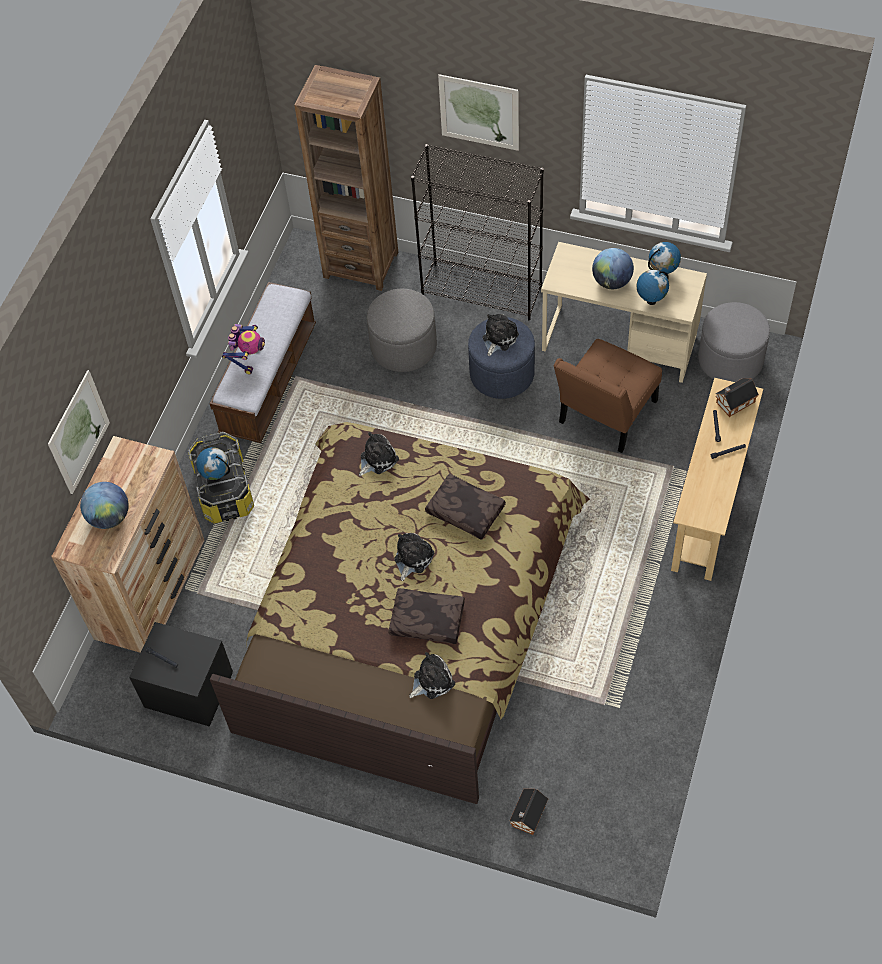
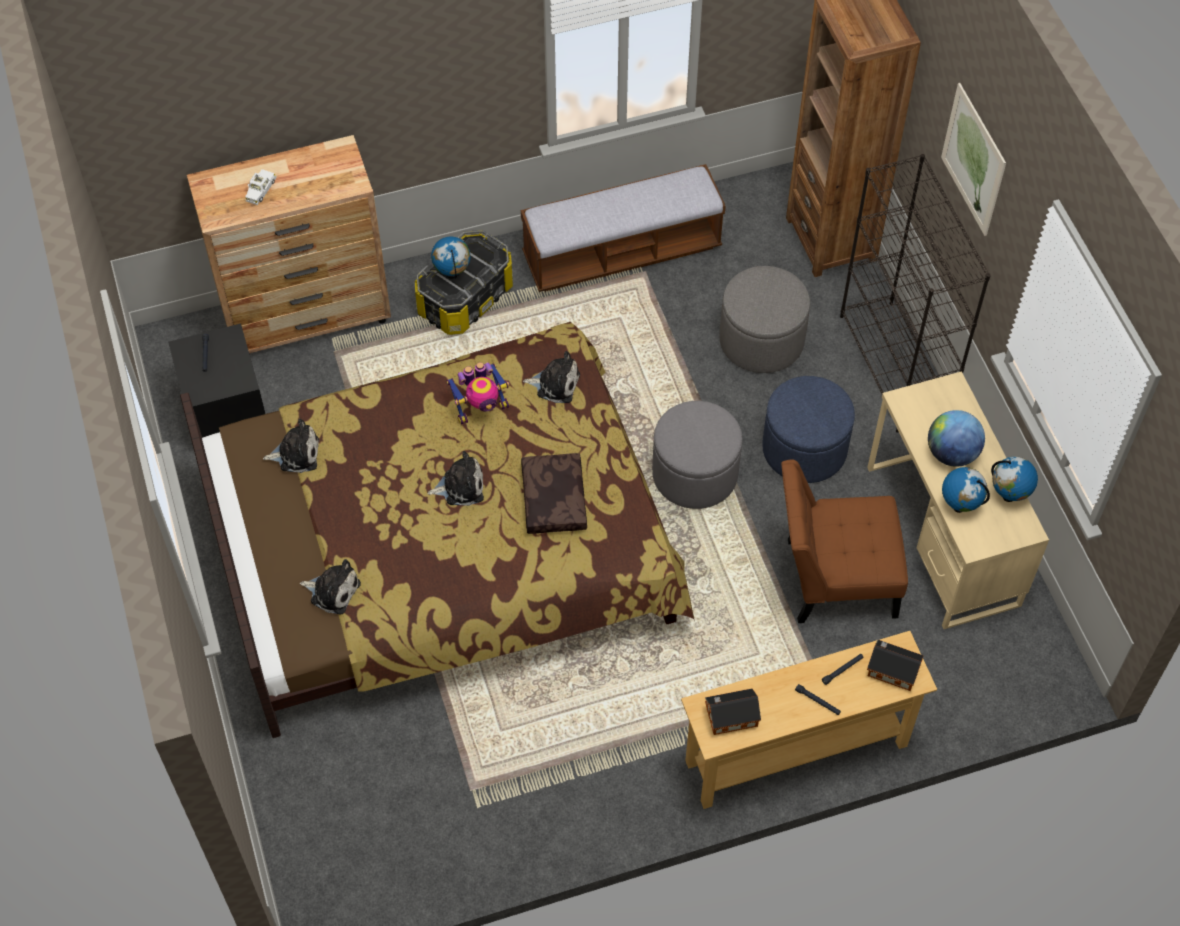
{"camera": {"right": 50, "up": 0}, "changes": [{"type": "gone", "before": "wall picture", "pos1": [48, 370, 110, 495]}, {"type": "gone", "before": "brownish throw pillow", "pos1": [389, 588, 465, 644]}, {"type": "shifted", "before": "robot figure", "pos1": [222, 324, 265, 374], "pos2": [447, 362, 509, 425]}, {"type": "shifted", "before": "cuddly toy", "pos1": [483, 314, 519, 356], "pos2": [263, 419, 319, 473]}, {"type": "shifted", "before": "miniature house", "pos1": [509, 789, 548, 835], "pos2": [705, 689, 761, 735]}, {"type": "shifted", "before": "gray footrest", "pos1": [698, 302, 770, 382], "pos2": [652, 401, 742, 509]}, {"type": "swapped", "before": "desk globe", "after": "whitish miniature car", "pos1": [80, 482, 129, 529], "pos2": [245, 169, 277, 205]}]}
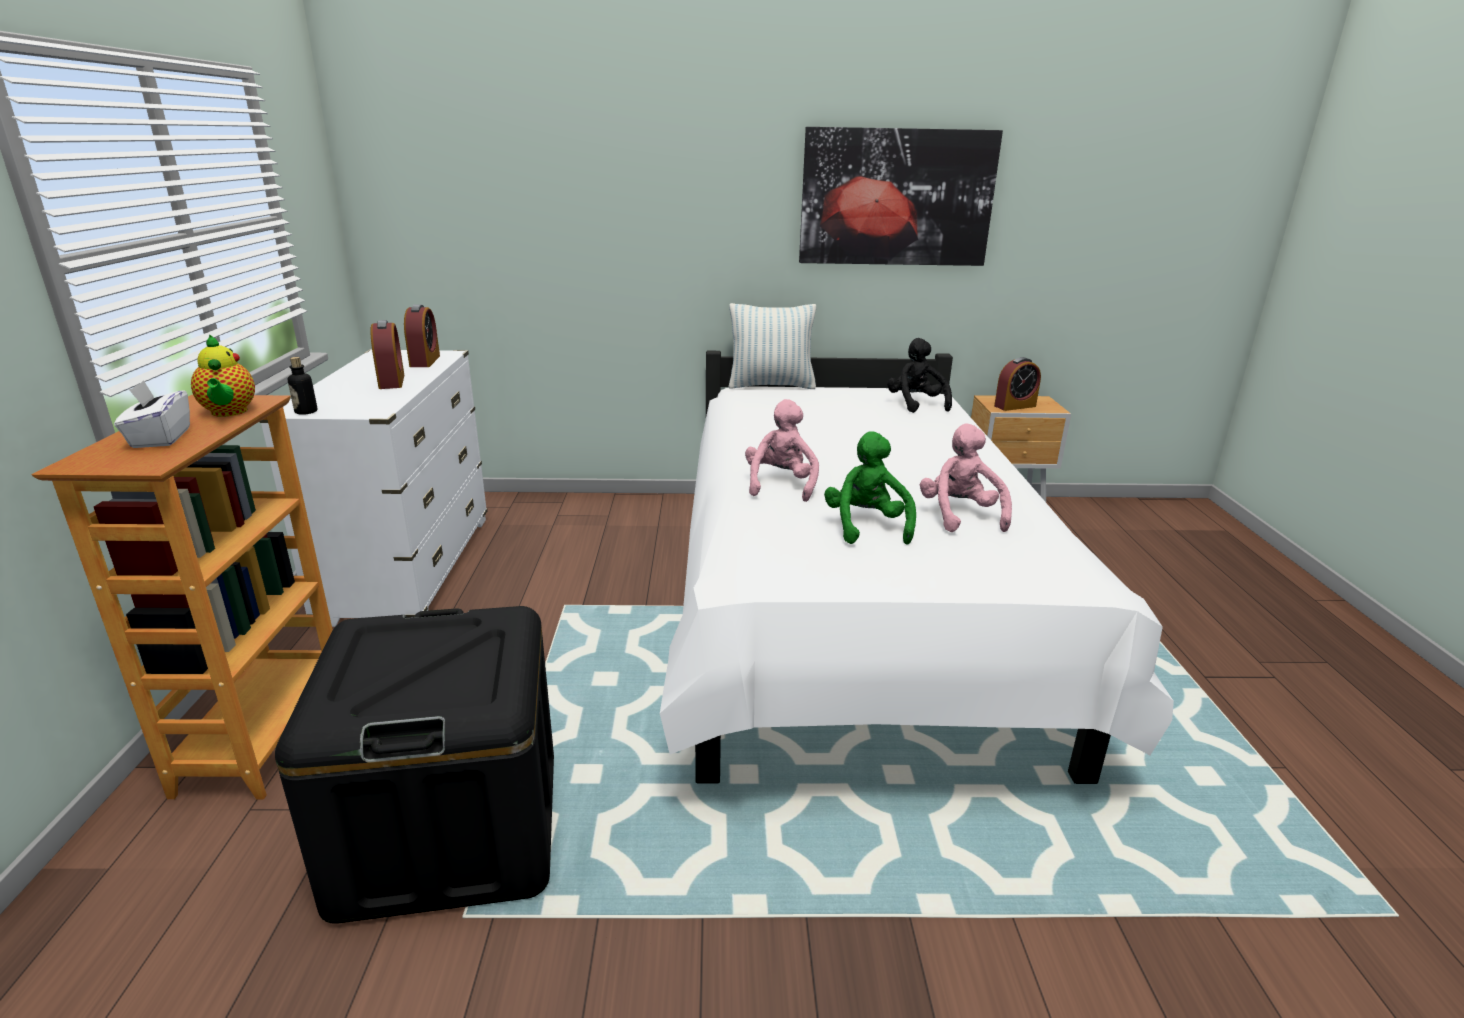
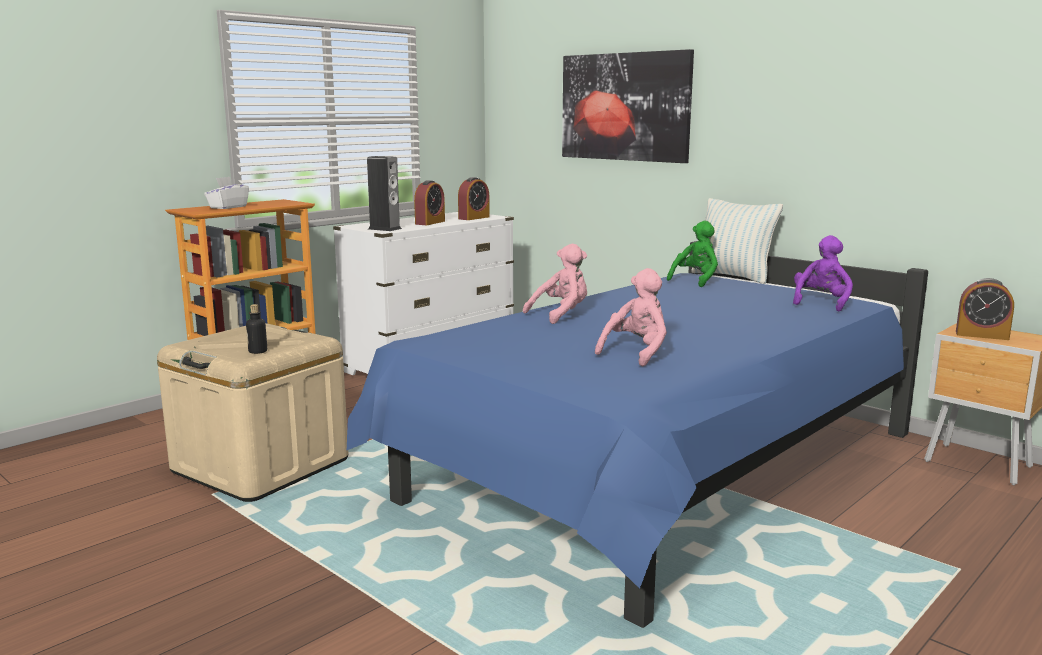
{"camera": {"right": 45, "up": -10}, "changes": [{"type": "gone", "before": "tea pot", "pos1": [191, 334, 255, 417]}, {"type": "new", "after": "loudspeaker", "pos2": [367, 156, 402, 231]}, {"type": "shifted", "before": "drink bottle", "pos1": [288, 357, 318, 415], "pos2": [246, 304, 267, 354]}, {"type": "shifted", "before": "wall picture", "pos1": [799, 127, 1003, 266], "pos2": [562, 49, 694, 163]}, {"type": "shifted", "before": "greenish cuddly toy", "pos1": [824, 431, 916, 545], "pos2": [667, 221, 718, 287]}, {"type": "repainted", "before": "black storage container", "after": "beige storage container", "pos1": [275, 606, 554, 924], "pos2": [157, 323, 348, 502]}, {"type": "repainted", "before": "whitish bed", "after": "blue bed", "pos1": [660, 351, 1174, 784], "pos2": [347, 241, 928, 628]}, {"type": "repainted", "before": "black cuddly toy", "after": "purplish cuddly toy", "pos1": [887, 338, 952, 413], "pos2": [793, 235, 853, 312]}]}
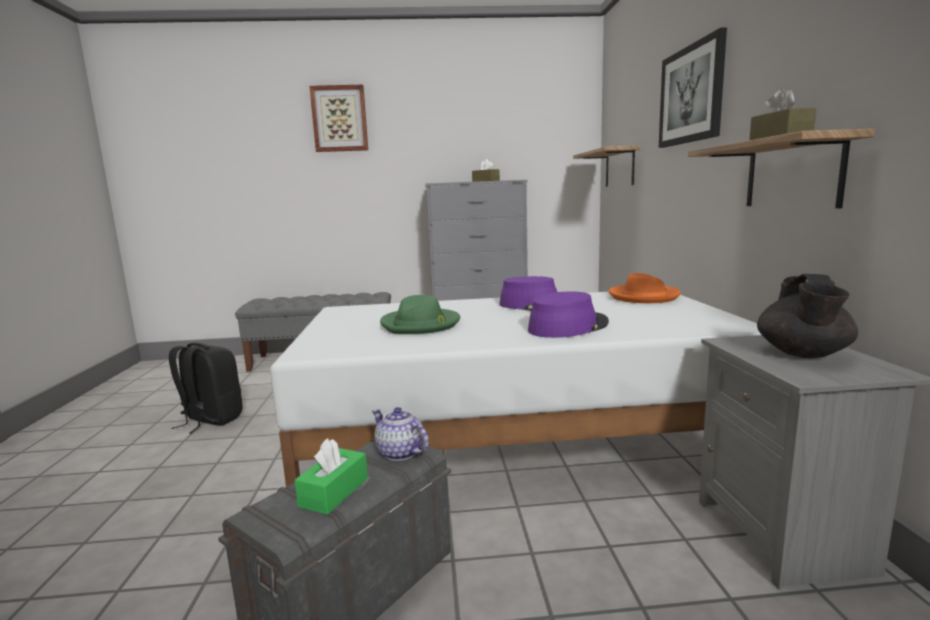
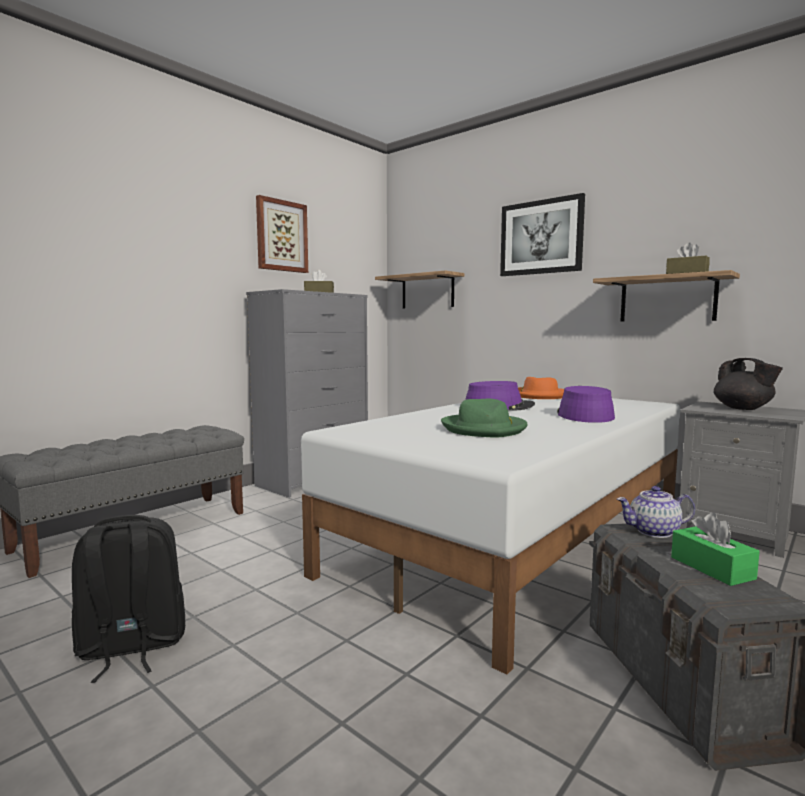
{"camera": {"right": -45, "up": -5}, "changes": [{"type": "shifted", "before": "wall picture", "pos1": [309, 85, 368, 152], "pos2": [256, 195, 308, 273]}]}
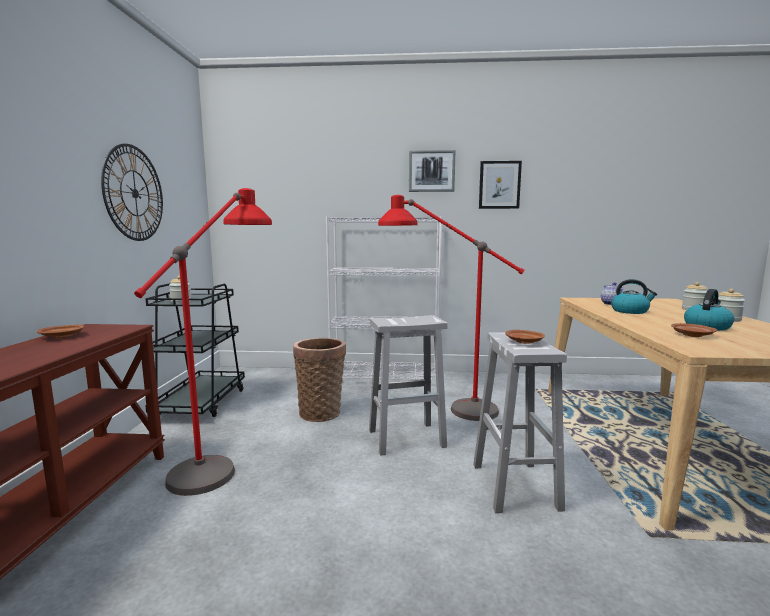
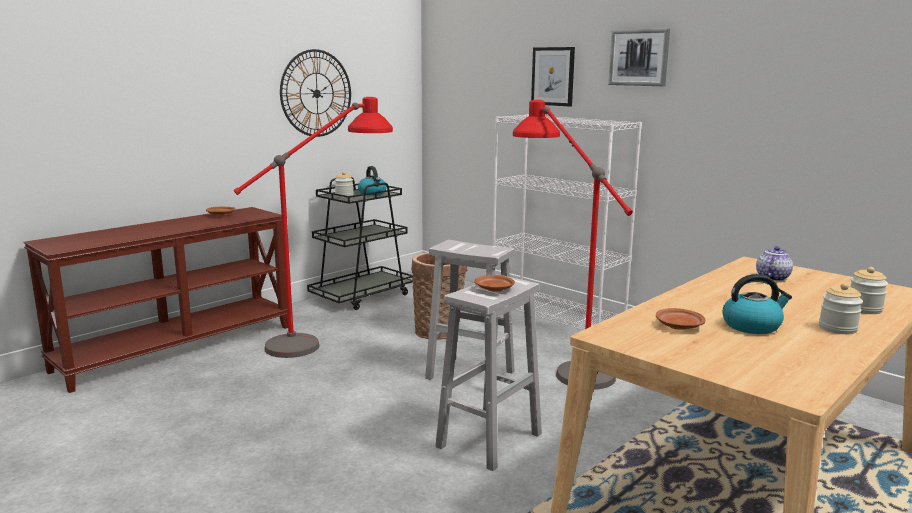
{"camera": {"right": 40, "up": 5}, "changes": [{"type": "shifted", "before": "wall picture", "pos1": [479, 161, 522, 209], "pos2": [531, 47, 575, 107]}, {"type": "shifted", "before": "tea kettle", "pos1": [611, 279, 657, 314], "pos2": [358, 166, 387, 195]}]}
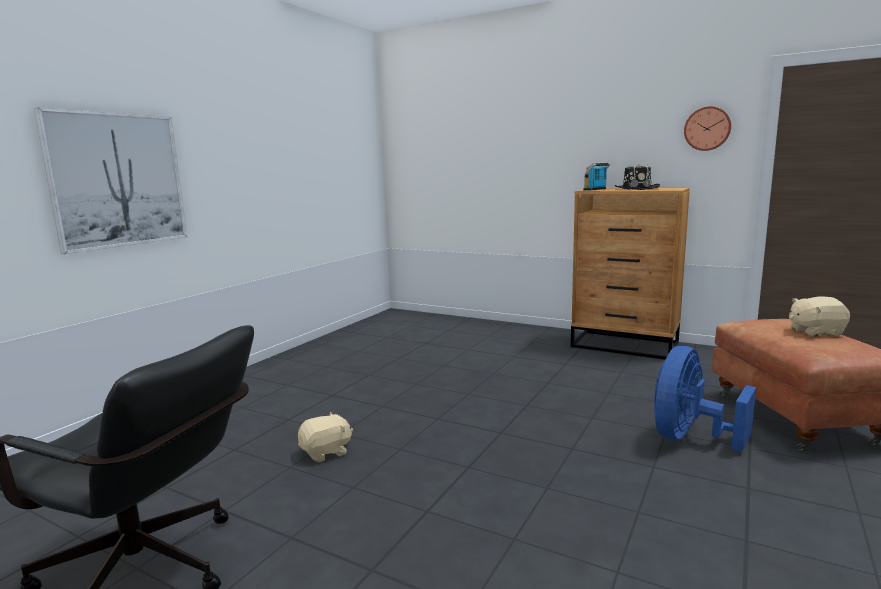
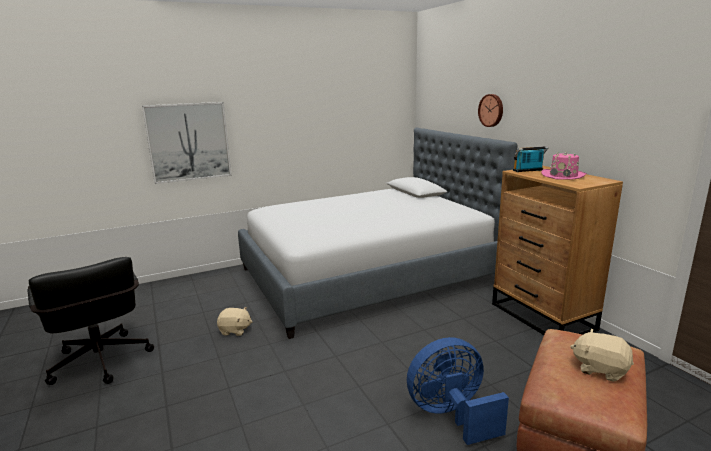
{"camera": {"right": 35, "up": 5}, "changes": [{"type": "new", "after": "bed", "pos2": [238, 128, 517, 339]}, {"type": "shifted", "before": "hanging clock", "pos1": [684, 106, 731, 151], "pos2": [478, 94, 503, 127]}, {"type": "repainted", "before": "black clothing hat", "after": "pink-coloured clothing hat", "pos1": [615, 162, 660, 190], "pos2": [541, 151, 587, 180]}]}
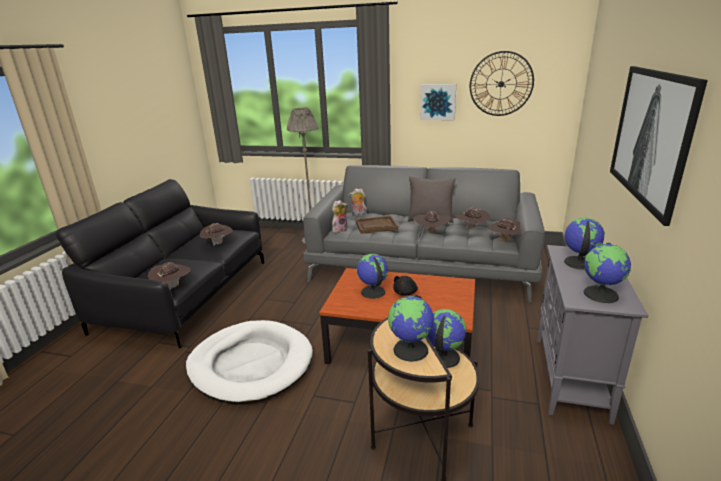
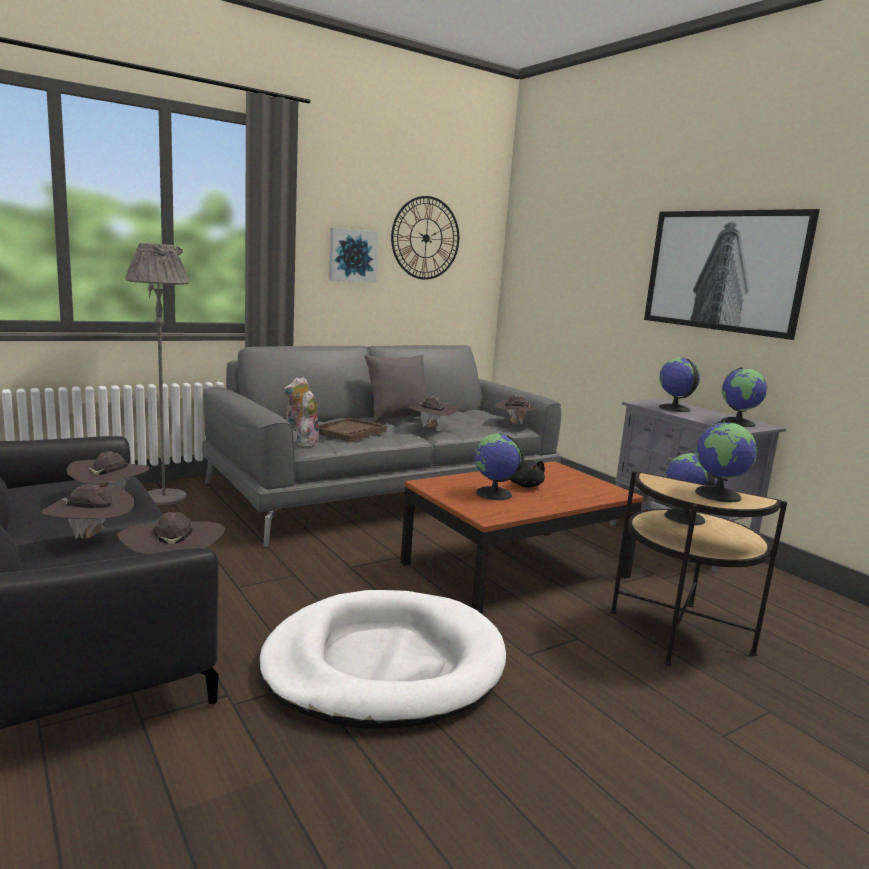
{"camera": {"right": -50, "up": -10}, "changes": [{"type": "shifted", "before": "brownish clothing hat", "pos1": [455, 208, 490, 229], "pos2": [42, 484, 134, 539]}]}
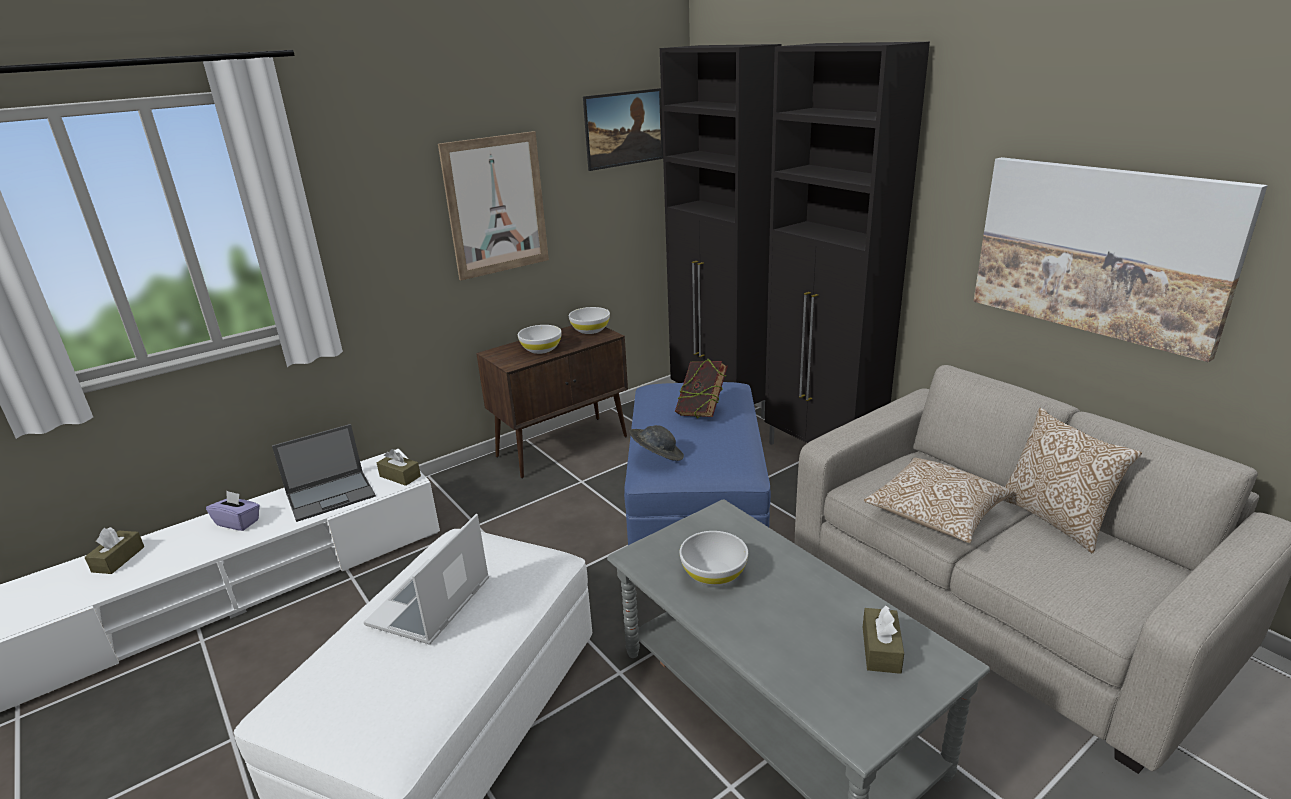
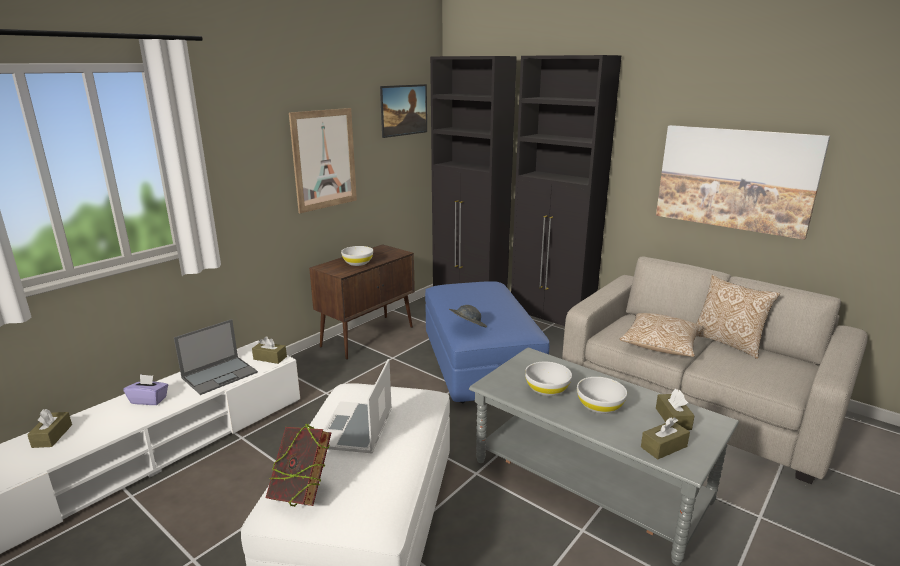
{"camera": {"right": -15, "up": -5}, "changes": [{"type": "new", "after": "brownish tissue holder", "pos2": [641, 417, 690, 460]}, {"type": "shifted", "before": "whitish bowl", "pos1": [569, 307, 610, 334], "pos2": [577, 377, 627, 414]}, {"type": "shifted", "before": "bound book", "pos1": [675, 359, 728, 418], "pos2": [265, 424, 331, 507]}]}
